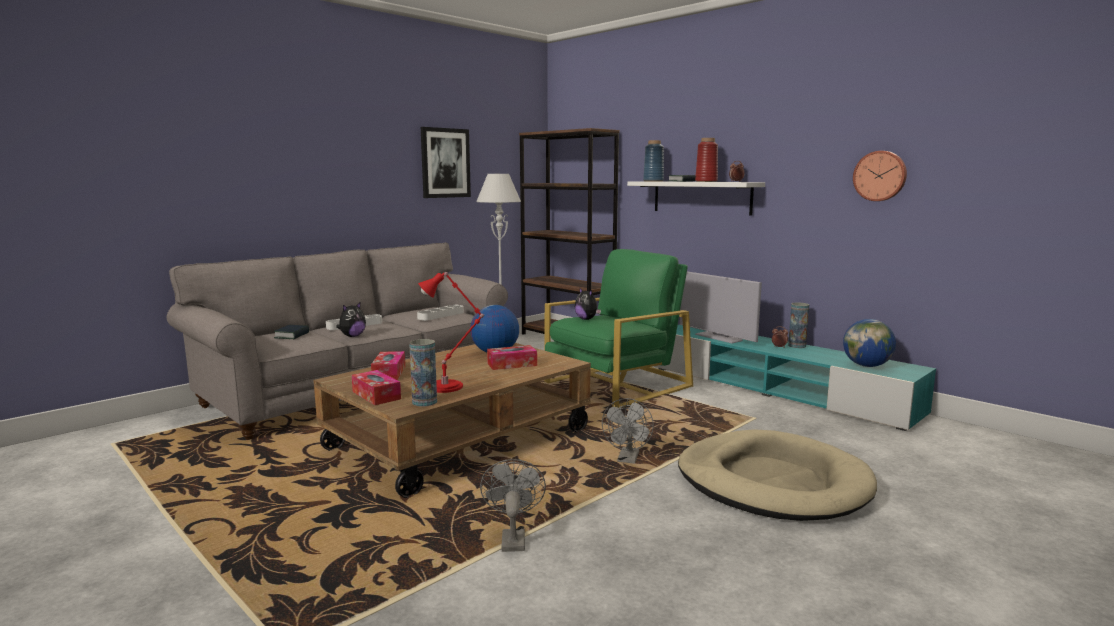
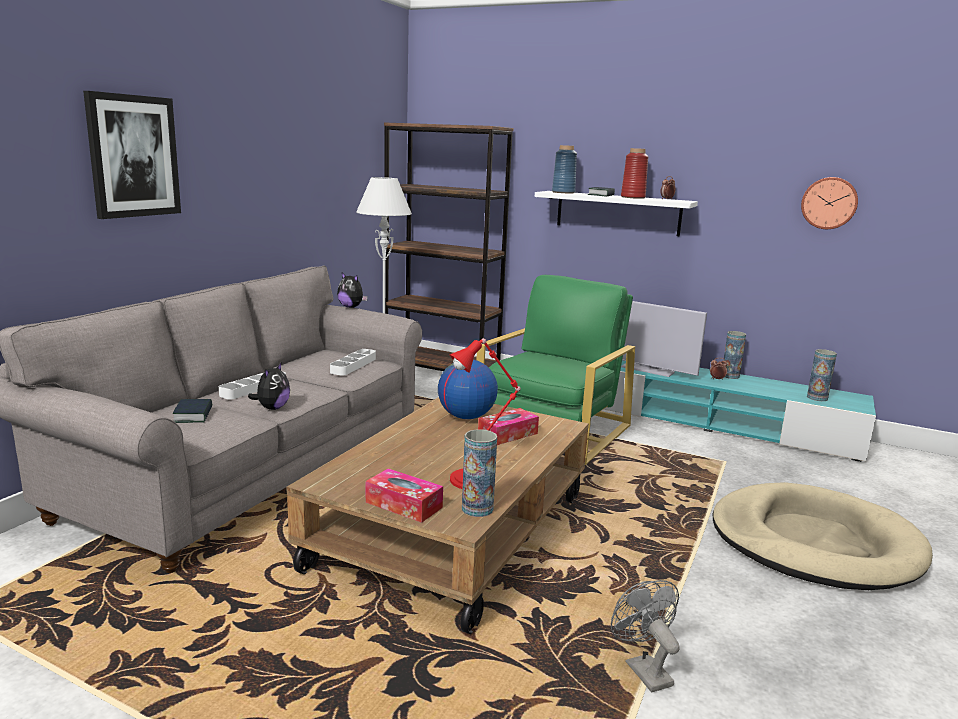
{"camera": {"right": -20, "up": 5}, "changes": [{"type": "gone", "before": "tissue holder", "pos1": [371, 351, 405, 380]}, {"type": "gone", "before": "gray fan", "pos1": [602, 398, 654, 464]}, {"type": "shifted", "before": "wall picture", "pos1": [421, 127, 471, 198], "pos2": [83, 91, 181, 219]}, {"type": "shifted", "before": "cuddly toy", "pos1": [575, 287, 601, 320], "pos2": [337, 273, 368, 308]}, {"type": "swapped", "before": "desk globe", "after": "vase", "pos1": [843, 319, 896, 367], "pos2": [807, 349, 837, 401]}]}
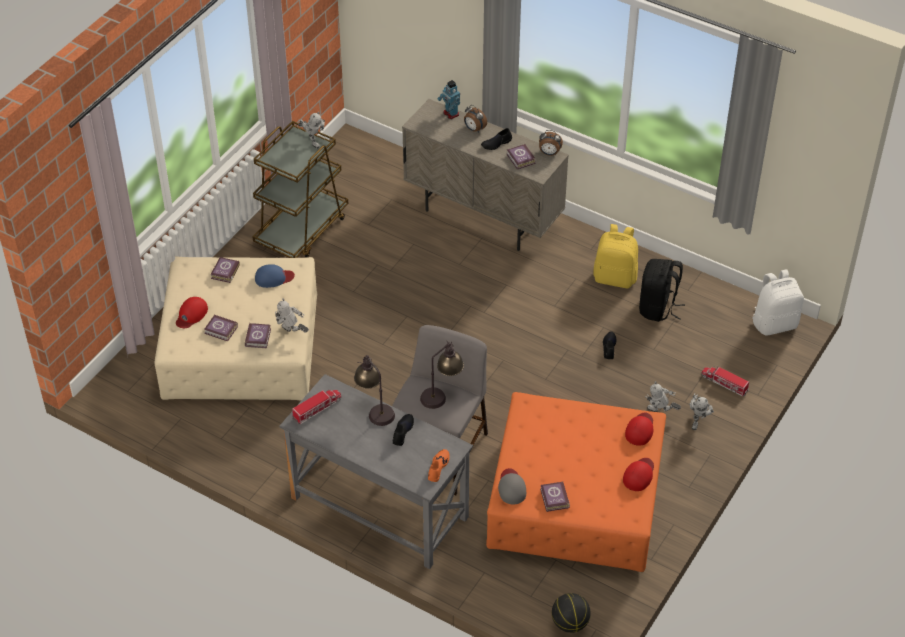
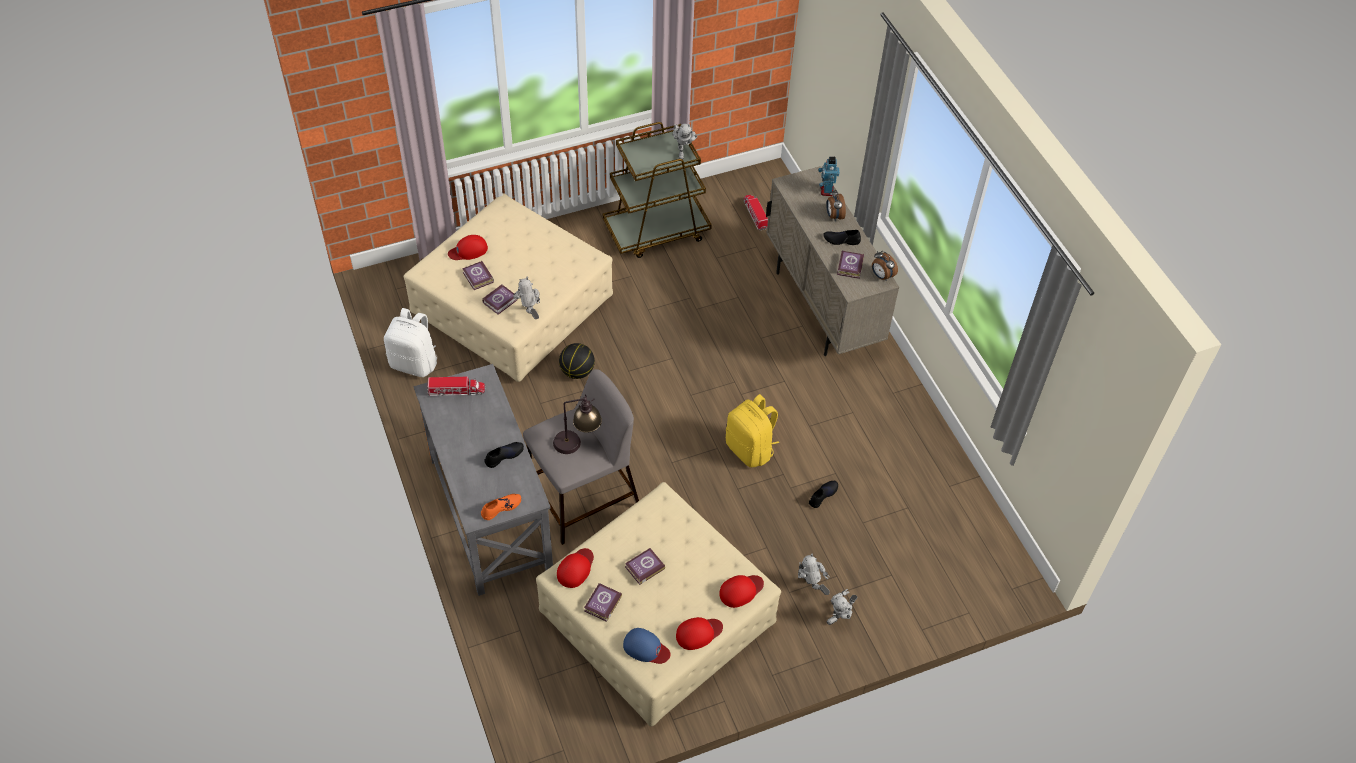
{"camera": {"right": 35, "up": 5}, "changes": [{"type": "gone", "before": "tabletop lamp", "pos1": [354, 355, 395, 426]}, {"type": "gone", "before": "black backpack", "pos1": [639, 259, 685, 322]}, {"type": "shifted", "before": "bound book", "pos1": [210, 257, 240, 283], "pos2": [625, 548, 665, 585]}, {"type": "shifted", "before": "blue peaked cap", "pos1": [255, 264, 295, 288], "pos2": [623, 628, 671, 664]}, {"type": "shifted", "before": "basketball", "pos1": [552, 593, 591, 633], "pos2": [559, 343, 595, 379]}, {"type": "shifted", "before": "yellow backpack", "pos1": [593, 224, 638, 288], "pos2": [726, 394, 779, 467]}, {"type": "shifted", "before": "toy truck", "pos1": [701, 366, 749, 397], "pos2": [743, 195, 768, 230]}, {"type": "shifted", "before": "whitish backpack", "pos1": [752, 269, 804, 336], "pos2": [384, 308, 438, 377]}, {"type": "repainted", "before": "orange-coloured footrest", "after": "beige footrest", "pos1": [486, 392, 666, 572], "pos2": [536, 482, 781, 727]}, {"type": "repainted", "before": "gray peaked cap", "after": "red peaked cap", "pos1": [498, 468, 526, 504], "pos2": [557, 548, 594, 588]}]}
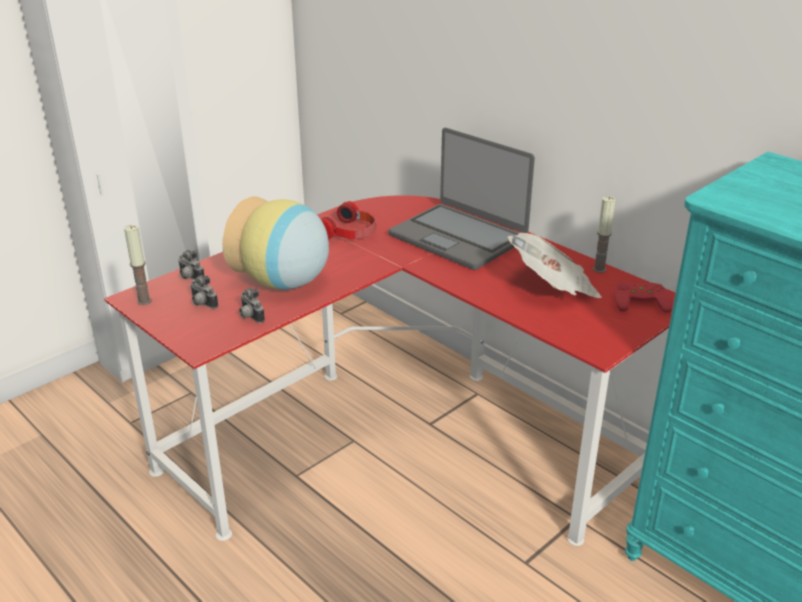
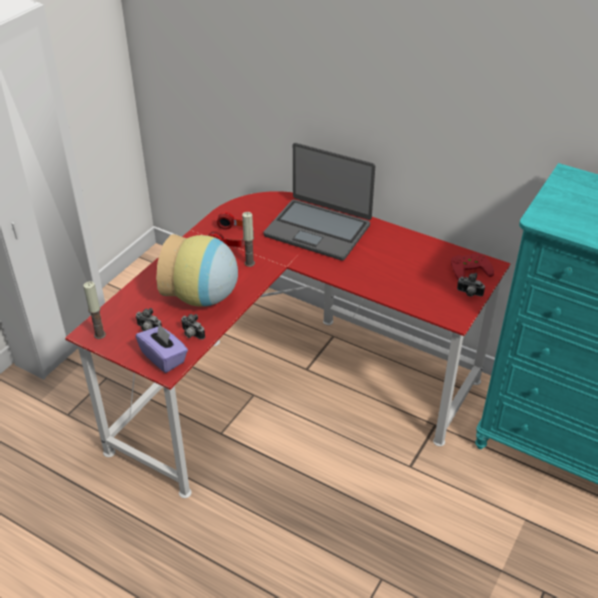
{"camera": {"right": -15, "up": 10}, "changes": [{"type": "gone", "before": "printed paper", "pos1": [508, 233, 602, 298]}, {"type": "new", "after": "purplish tissue holder", "pos2": [136, 324, 188, 373]}, {"type": "shifted", "before": "still camera", "pos1": [178, 250, 205, 280], "pos2": [457, 273, 485, 297]}, {"type": "shifted", "before": "candle", "pos1": [593, 196, 616, 273], "pos2": [242, 212, 255, 267]}]}
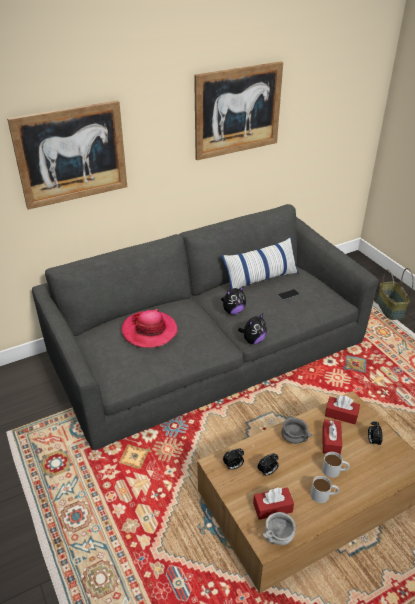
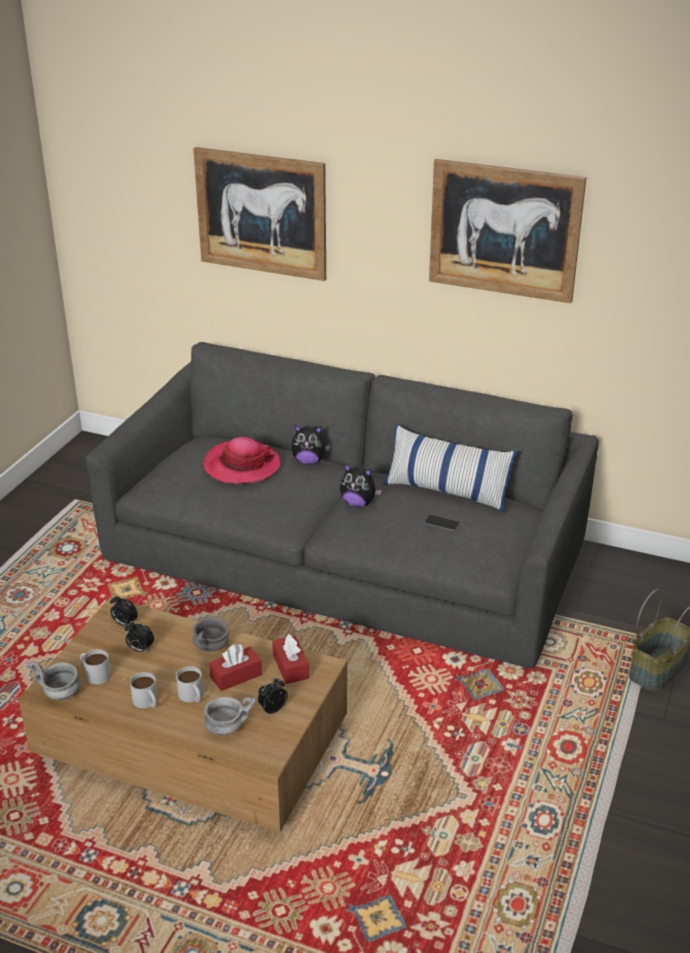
{"camera": {"right": 50, "up": -5}, "changes": [{"type": "new", "after": "gray bowl", "pos2": [204, 697, 256, 735]}, {"type": "shifted", "before": "cuddly toy", "pos1": [238, 313, 267, 344], "pos2": [291, 425, 330, 465]}, {"type": "swapped", "before": "red tissue holder", "after": "whitish mug", "pos1": [253, 487, 294, 520], "pos2": [80, 649, 111, 684]}]}
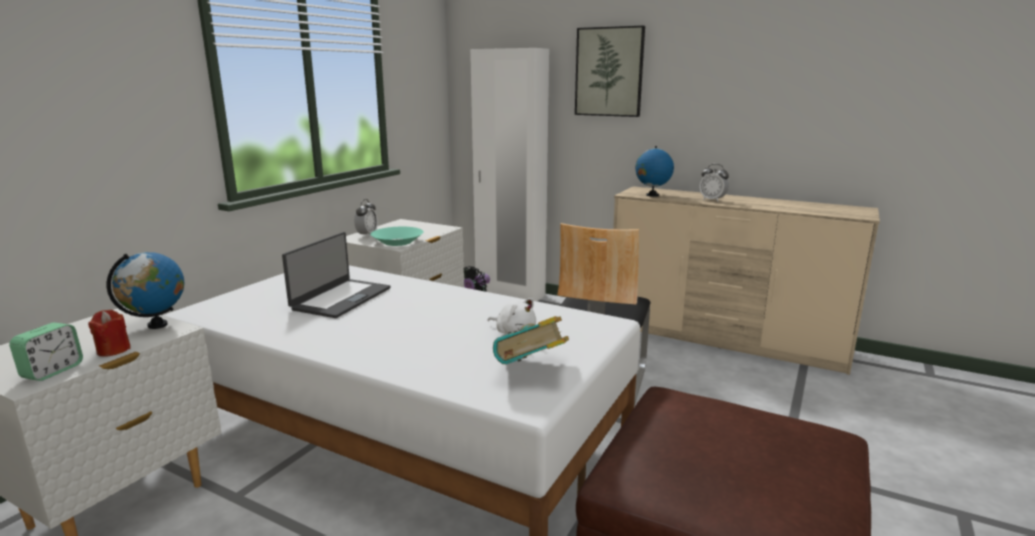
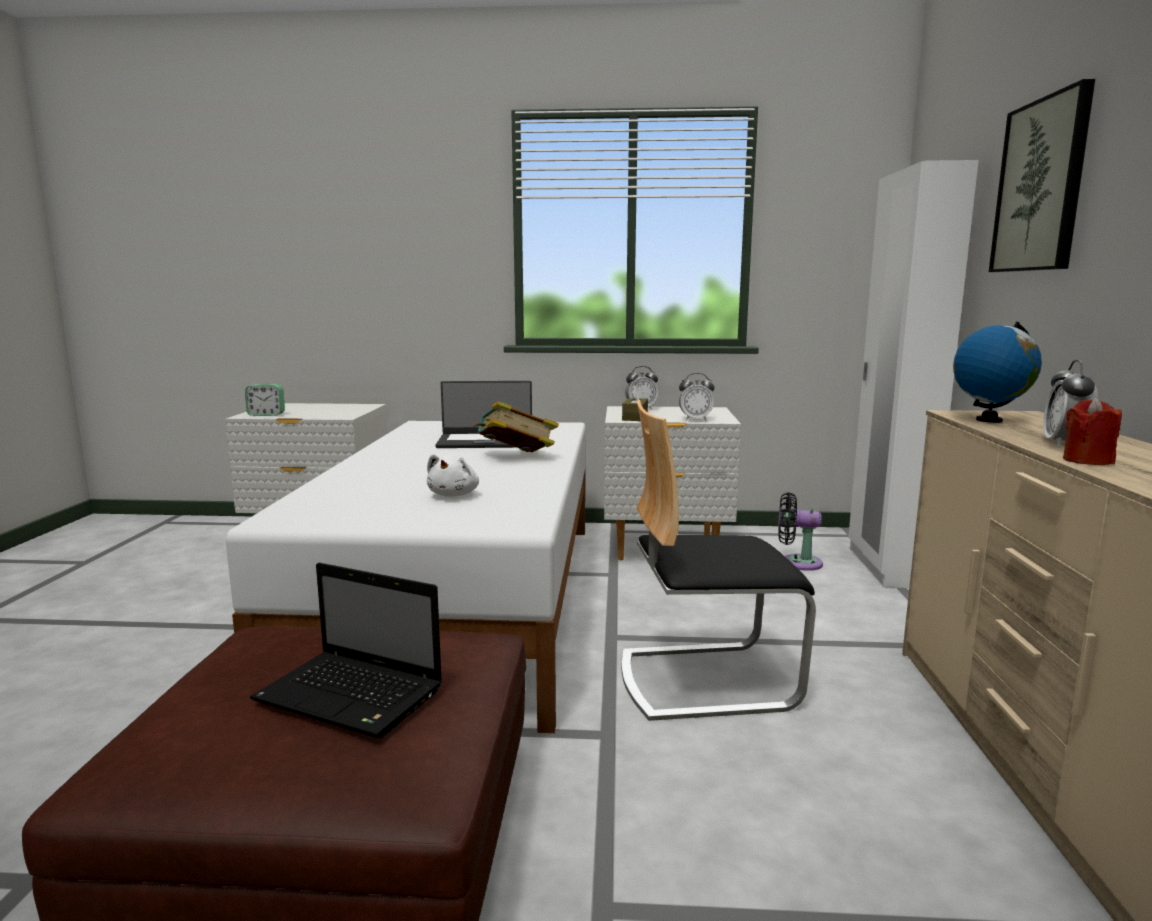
{"camera": {"right": 65, "up": -5}, "changes": [{"type": "gone", "before": "desk globe", "pos1": [107, 252, 184, 329]}, {"type": "new", "after": "laptop", "pos2": [250, 563, 442, 738]}, {"type": "new", "after": "table clock", "pos2": [679, 373, 715, 421]}, {"type": "shifted", "before": "red candle", "pos1": [88, 310, 131, 356], "pos2": [1063, 397, 1122, 465]}, {"type": "shifted", "before": "bound book", "pos1": [493, 316, 569, 364], "pos2": [473, 401, 559, 452]}, {"type": "swapped", "before": "blue-green bowl", "after": "brownish tissue holder", "pos1": [370, 227, 424, 246], "pos2": [622, 385, 648, 421]}]}
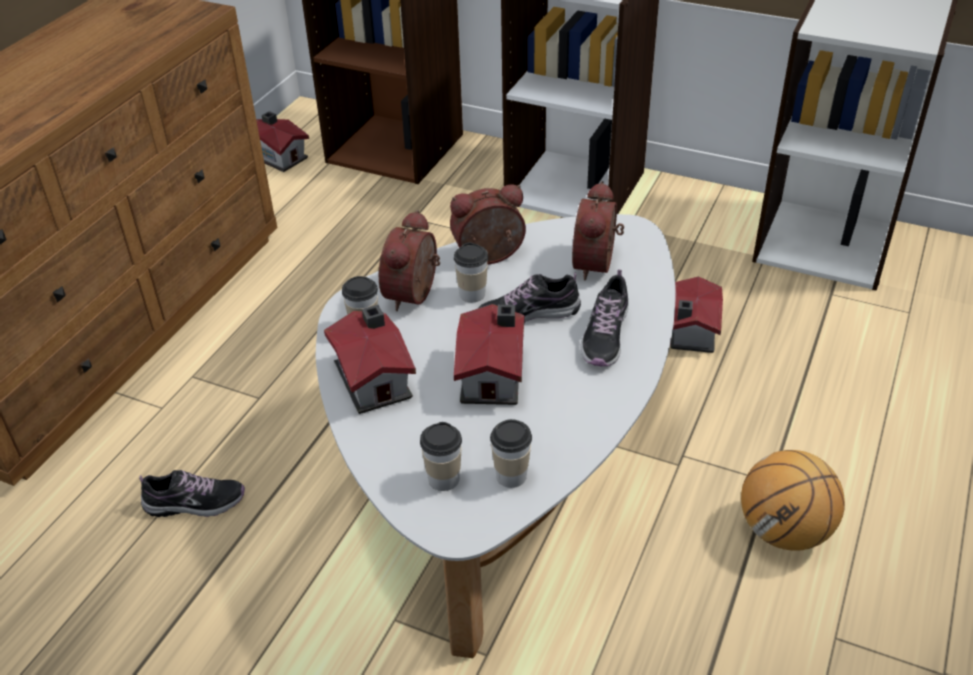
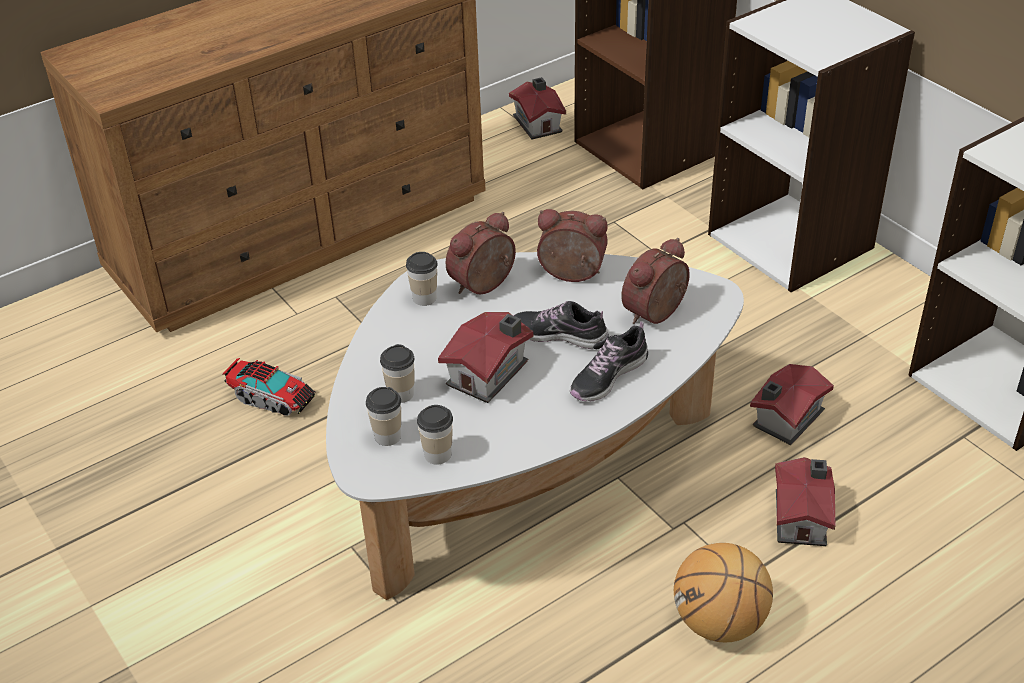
{"camera": {"right": 30, "up": 0}, "changes": [{"type": "shifted", "before": "miniature house", "pos1": [324, 305, 416, 414], "pos2": [775, 457, 835, 546]}, {"type": "shifted", "before": "drinking cup", "pos1": [454, 242, 488, 302], "pos2": [380, 344, 414, 403]}, {"type": "swapped", "before": "shoe", "after": "toy truck", "pos1": [139, 470, 245, 517], "pos2": [222, 358, 316, 416]}]}
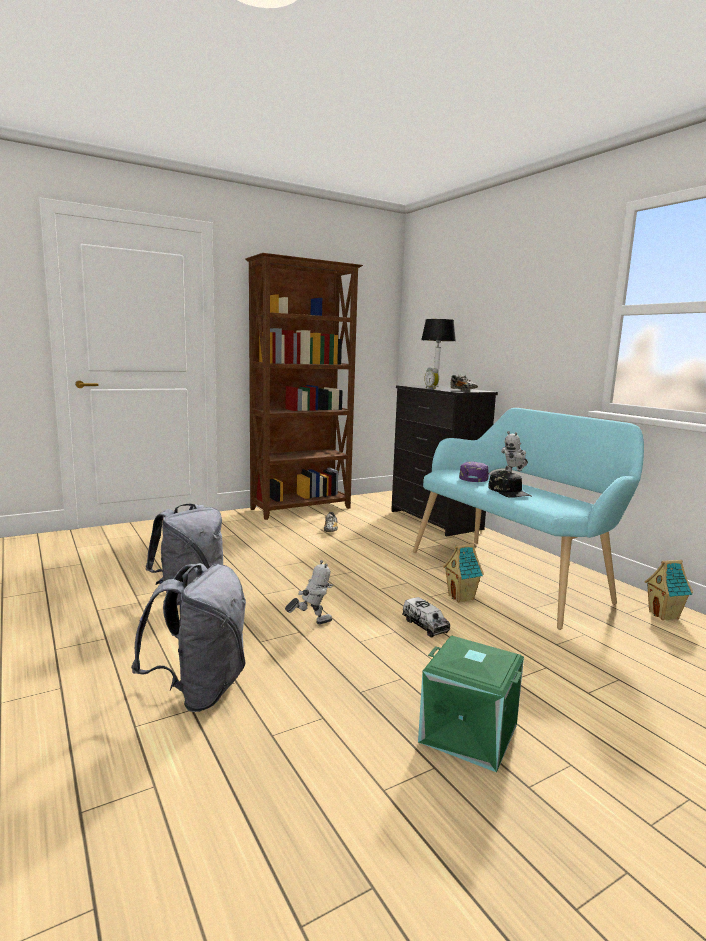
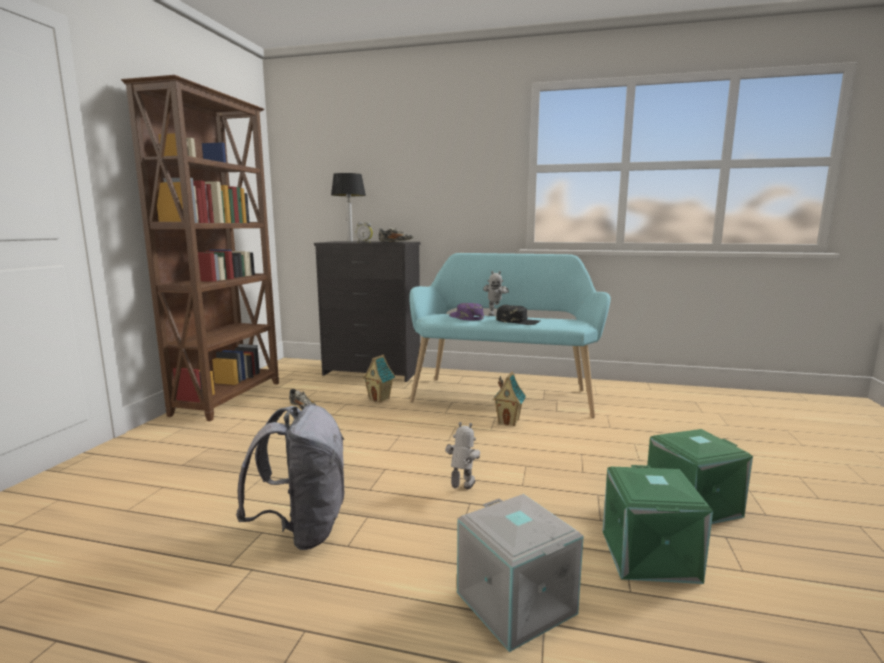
{"camera": {"right": -45, "up": 0}, "changes": [{"type": "gone", "before": "toy truck", "pos1": [402, 597, 450, 638]}, {"type": "new", "after": "greenish storage container", "pos2": [603, 465, 713, 584]}, {"type": "shifted", "before": "miniature house", "pos1": [644, 560, 693, 620], "pos2": [363, 354, 395, 402]}, {"type": "swapped", "before": "gray backpack", "after": "gray storage container", "pos1": [131, 563, 246, 712], "pos2": [457, 494, 584, 652]}]}
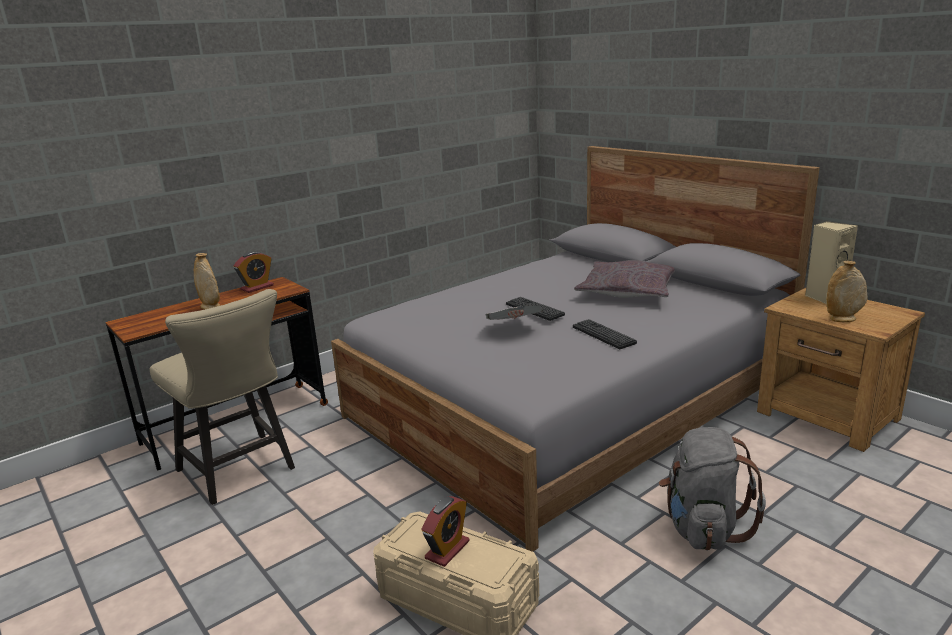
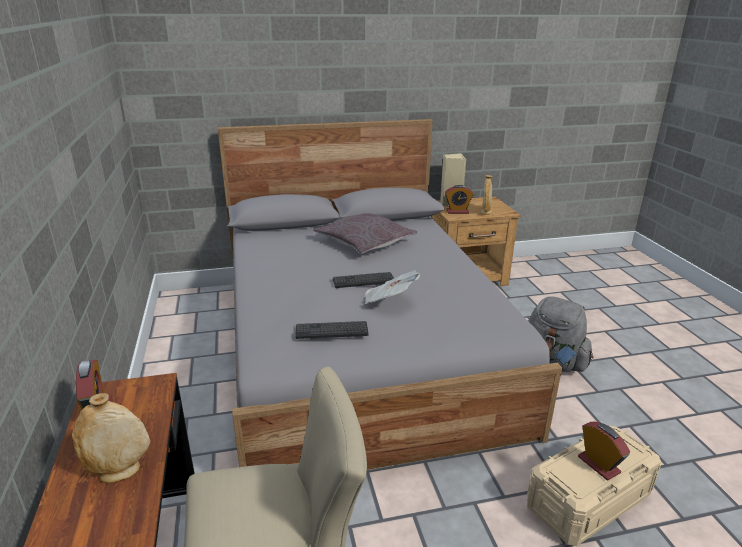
{"camera": {"right": -65, "up": 5}, "changes": [{"type": "new", "after": "table clock", "pos2": [445, 185, 473, 214]}, {"type": "shifted", "before": "PC keyboard", "pos1": [573, 319, 637, 349], "pos2": [295, 321, 368, 339]}]}
